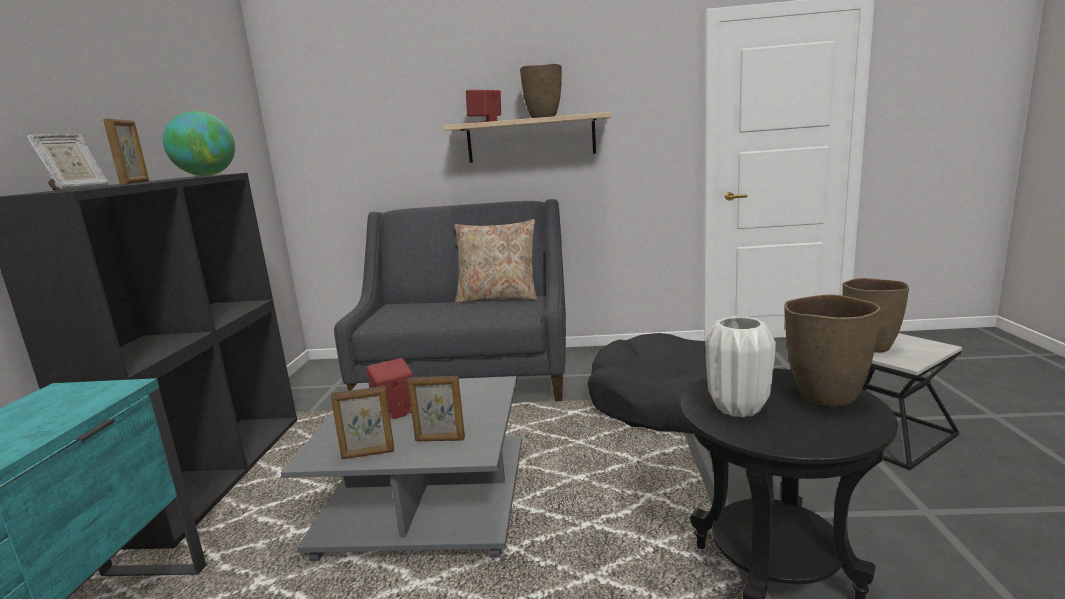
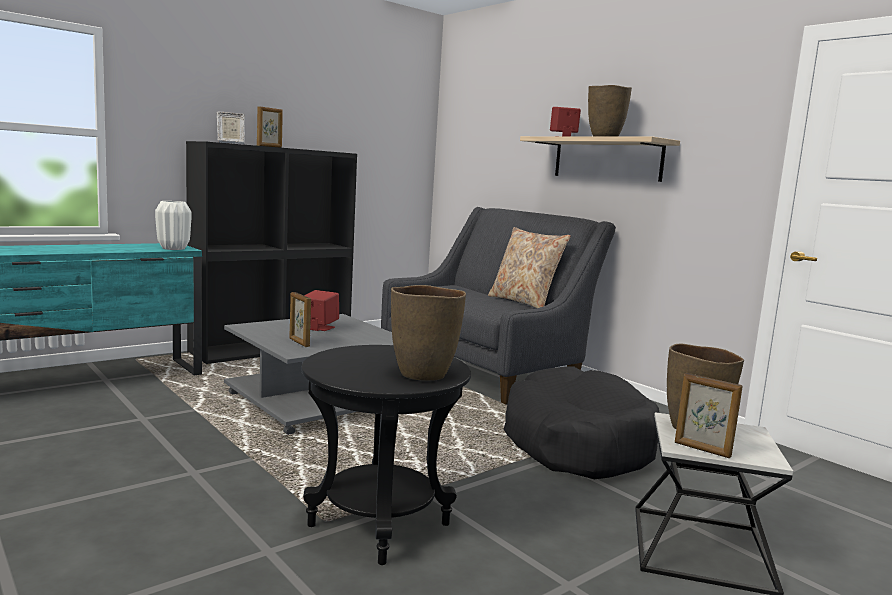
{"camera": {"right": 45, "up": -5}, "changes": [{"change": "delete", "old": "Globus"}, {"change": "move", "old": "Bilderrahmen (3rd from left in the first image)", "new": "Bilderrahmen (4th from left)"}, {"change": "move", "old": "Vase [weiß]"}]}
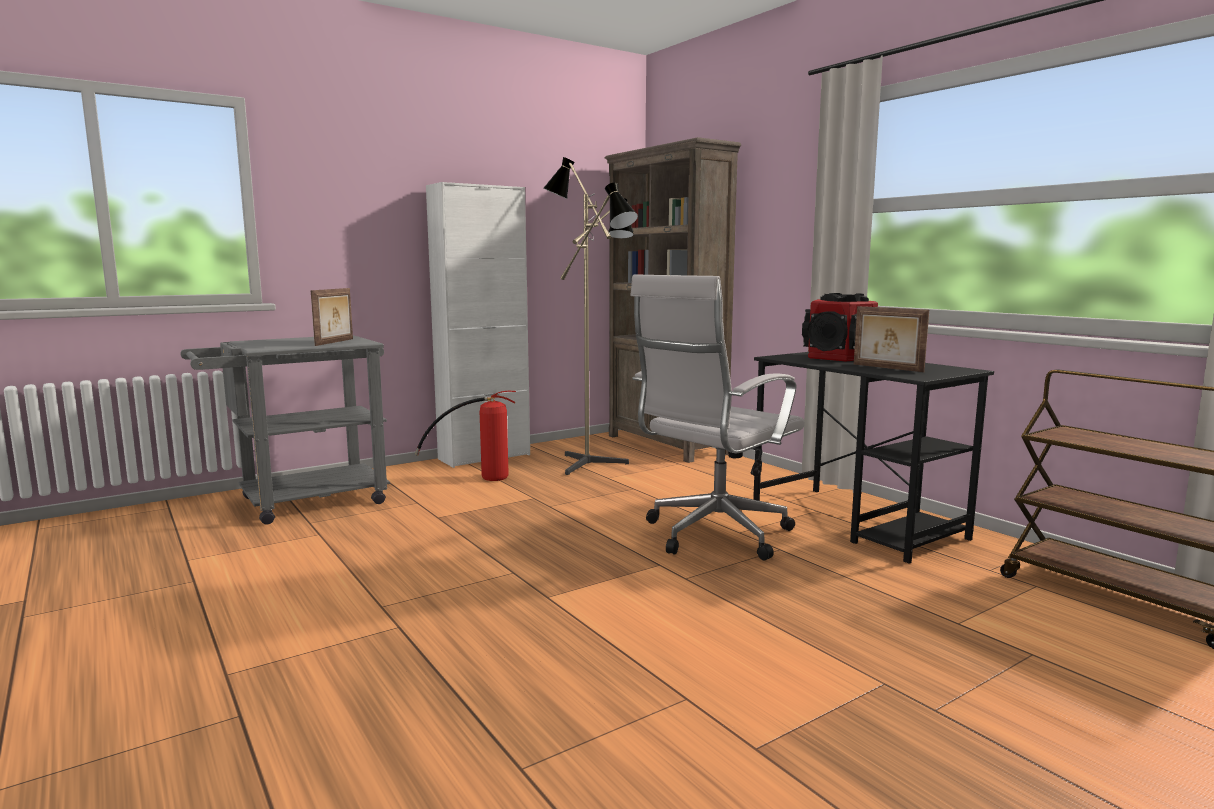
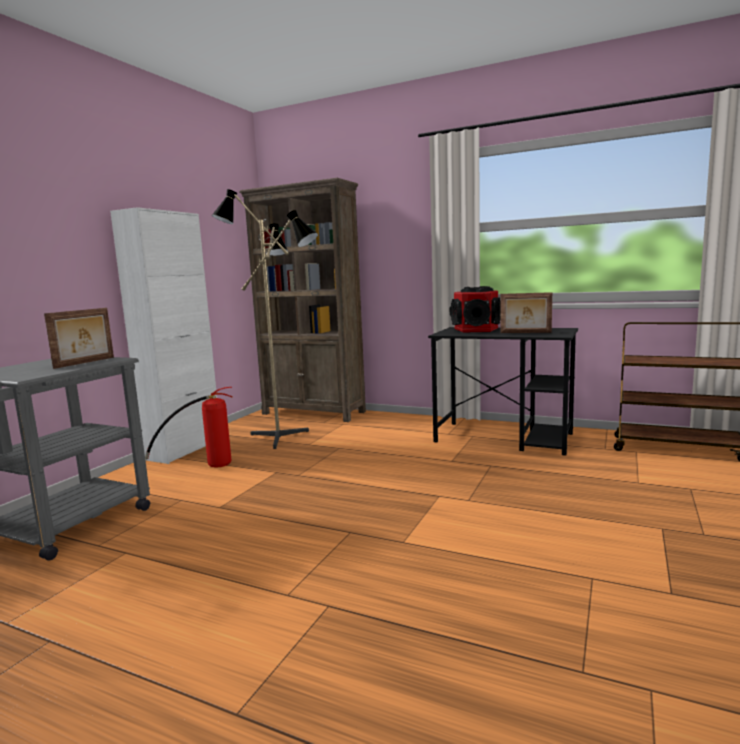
{"camera": {"right": -30, "up": 0}, "changes": [{"change": "delete", "old": "Bürostuhl [weiß]"}, {"change": "rotate", "old": "Bilderrahmen (1st from left)", "degrees": 45}]}
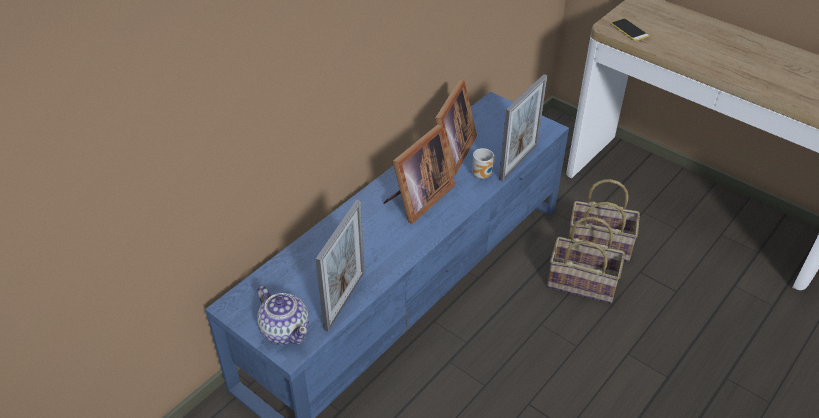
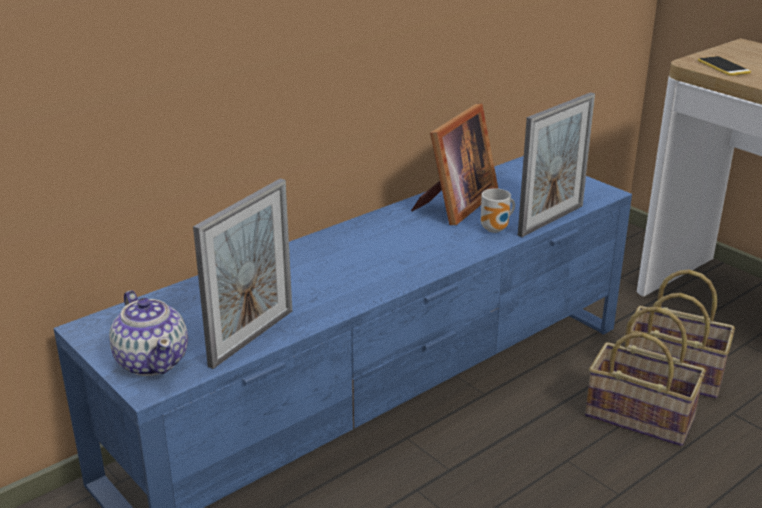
{"camera": {"right": 10, "up": -15}, "changes": [{"change": "delete", "old": "Bilderrahmen (2nd from left)"}]}
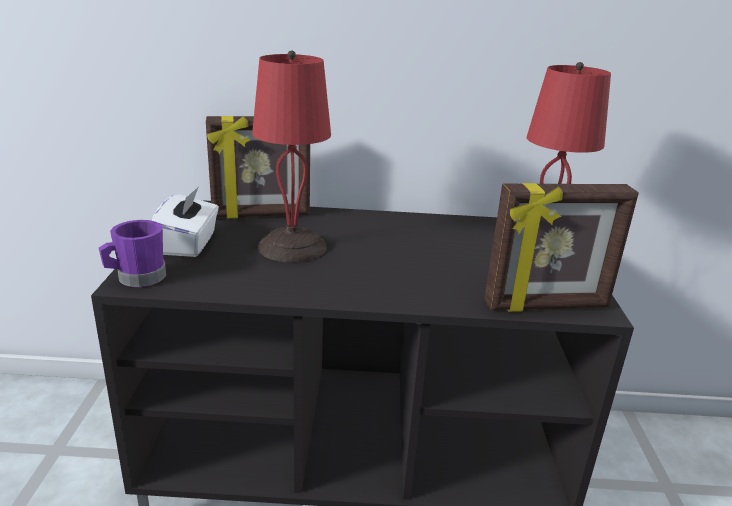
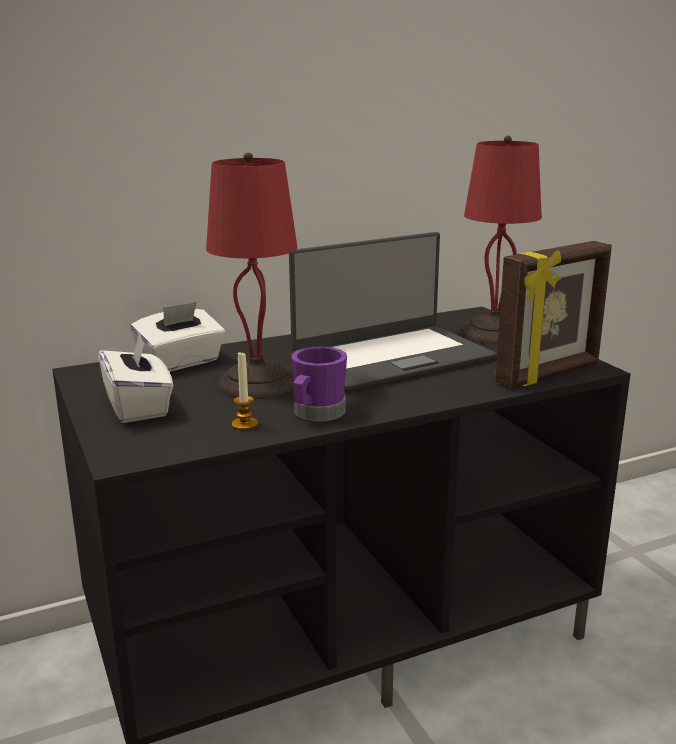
{"camera": {"right": -25, "up": -5}, "changes": [{"change": "insert", "new": "Kerze"}, {"change": "insert", "new": "Laptop"}, {"change": "move", "old": "Henkelbecher [lila]"}, {"change": "replace", "old": "Bilderrahmen (1st from left)", "new": "Taschentuchbox [weiß] (2nd from left)"}]}
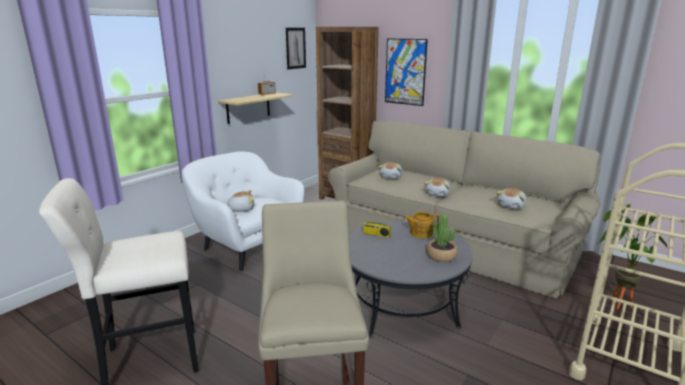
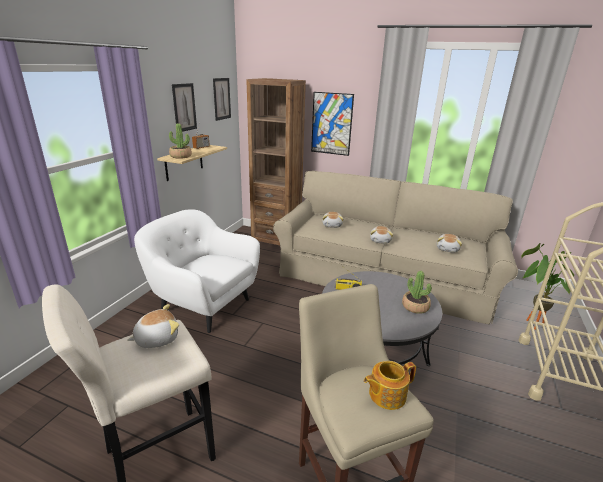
{"camera": {"right": -15, "up": 5}, "changes": [{"change": "insert", "new": "Topfpflanze (1st from left)"}, {"change": "insert", "new": "Bild (1st from left)"}, {"change": "move", "old": "Plüschtier (1st from left)"}, {"change": "move", "old": "Teekanne"}]}
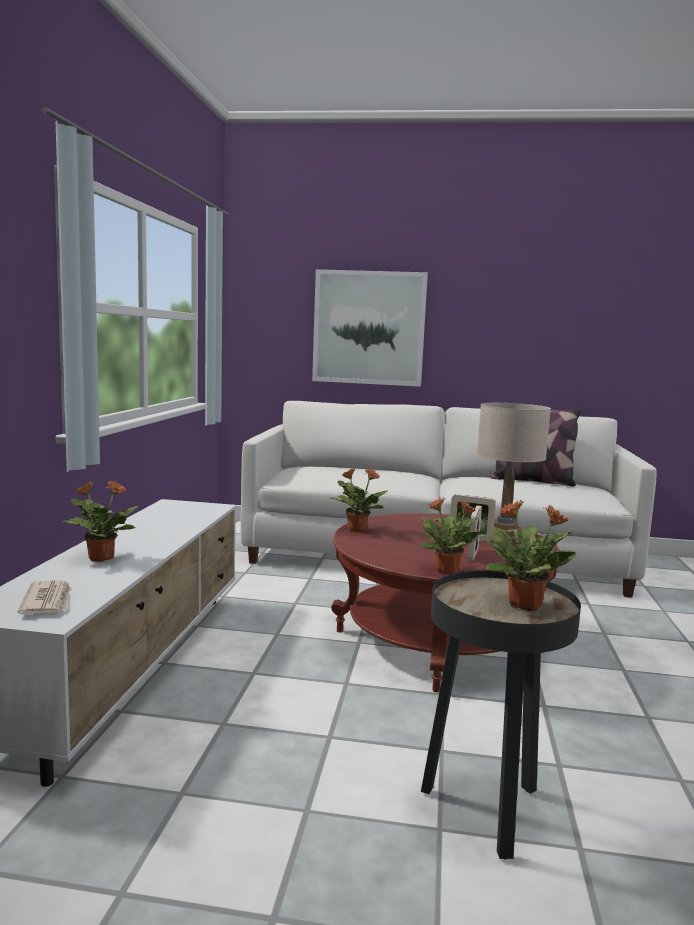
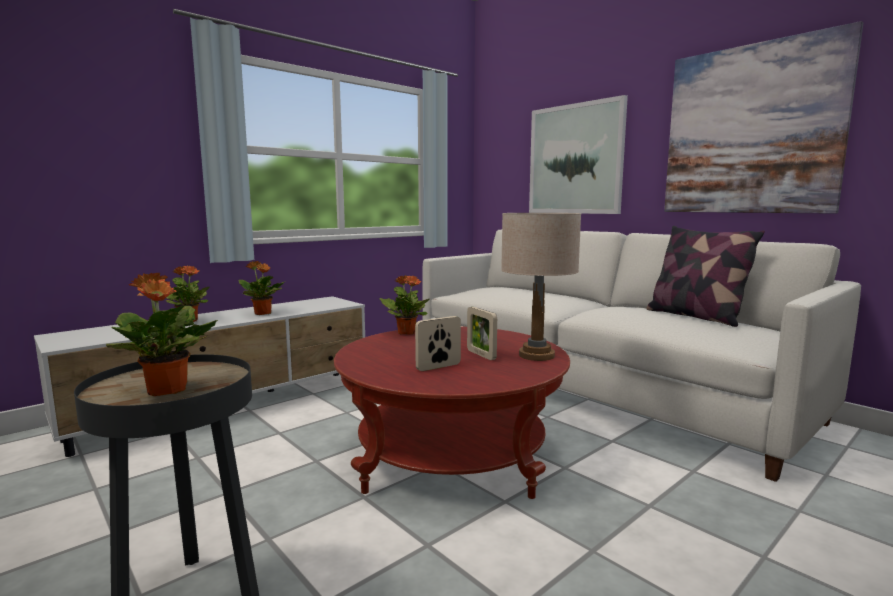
{"camera": {"right": 40, "up": 0}, "changes": [{"change": "delete", "old": "Zeitung"}, {"change": "insert", "new": "Bild (2nd from left)"}, {"change": "move", "old": "Topfpflanze (3rd from left)"}]}
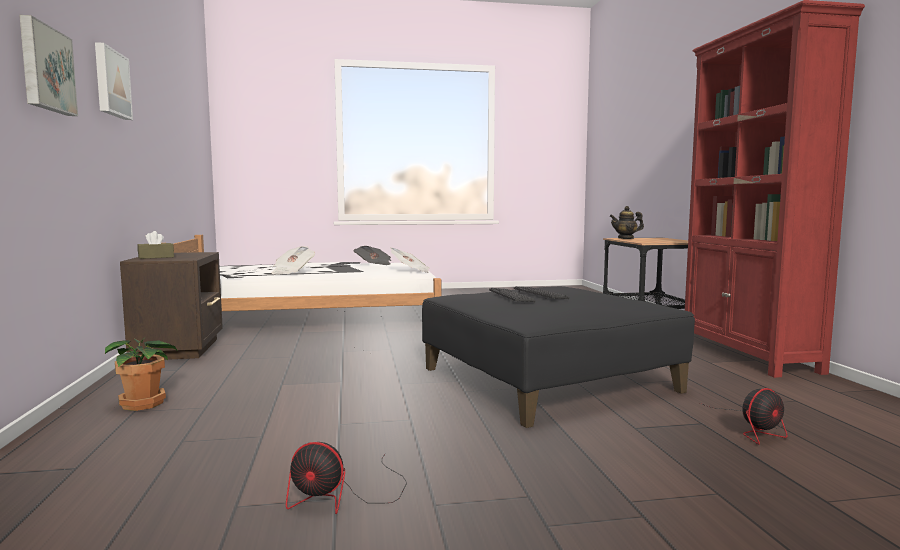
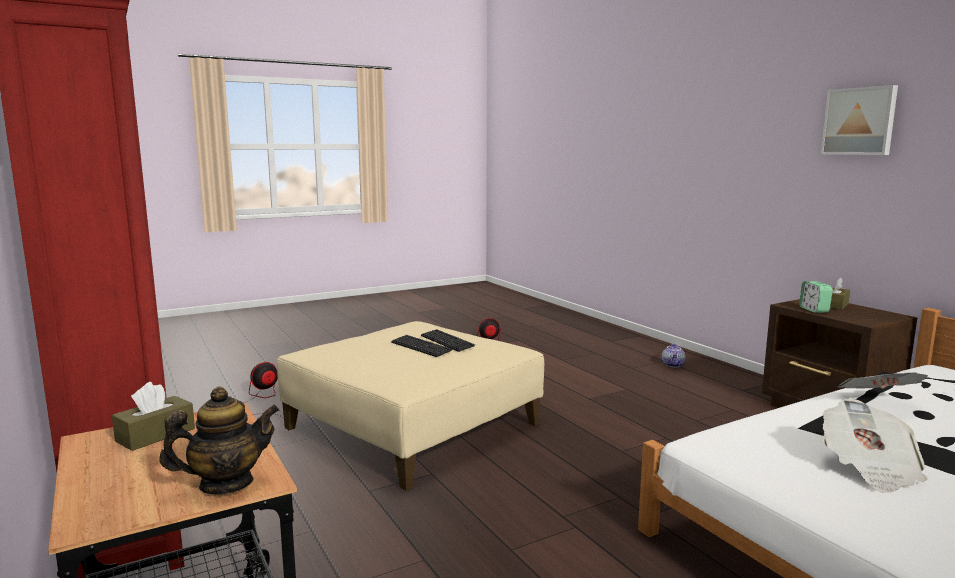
{"camera": {"right": 160, "up": 5}, "changes": [{"change": "delete", "old": "Bild (1st from left)"}, {"change": "delete", "old": "Zeitung (3rd from left)"}, {"change": "insert", "new": "Taschentuchbox [braun] (1st from left)"}, {"change": "insert", "new": "Wecker"}, {"change": "replace", "old": "Topfpflanze", "new": "Teekanne (2nd from left)"}, {"change": "recolor", "old": "Polsterhocker [schwarz]", "new": "Polsterhocker [beige]"}]}
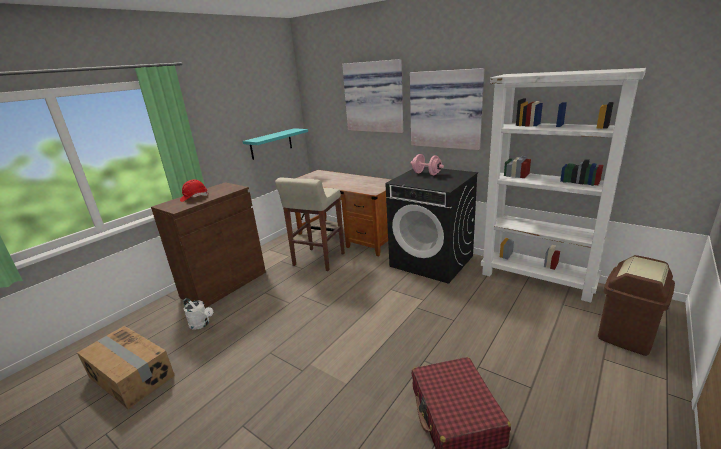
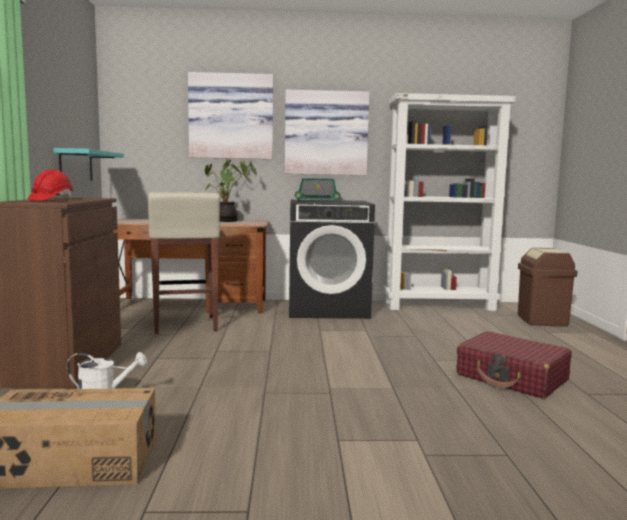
{"camera": {"right": -40, "up": -15}, "changes": [{"change": "insert", "new": "Topfpflanze"}, {"change": "replace", "old": "Hantel [rosa]", "new": "Radio"}]}
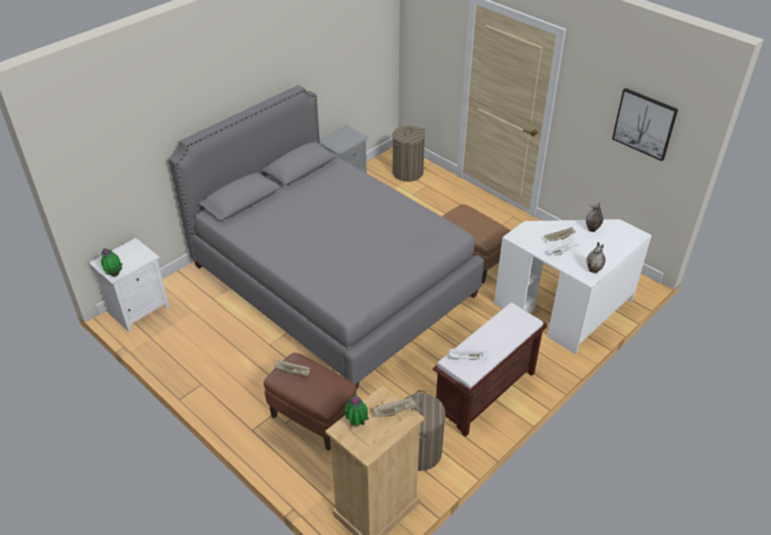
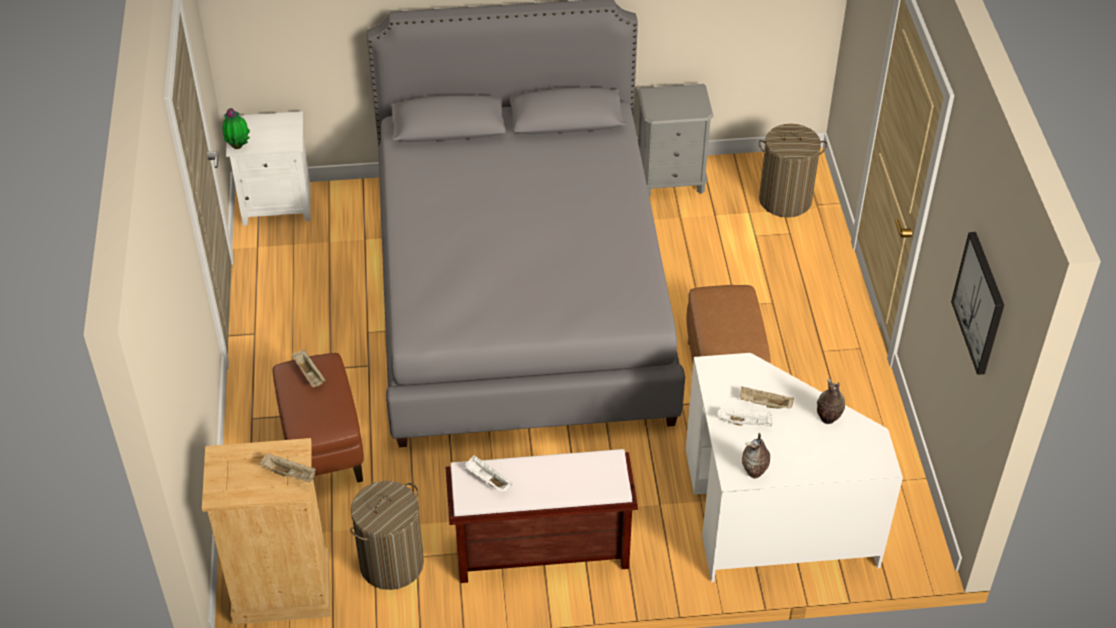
{"camera": {"right": 40, "up": 5}, "changes": [{"change": "delete", "old": "Topfpflanze (2nd from left)"}]}
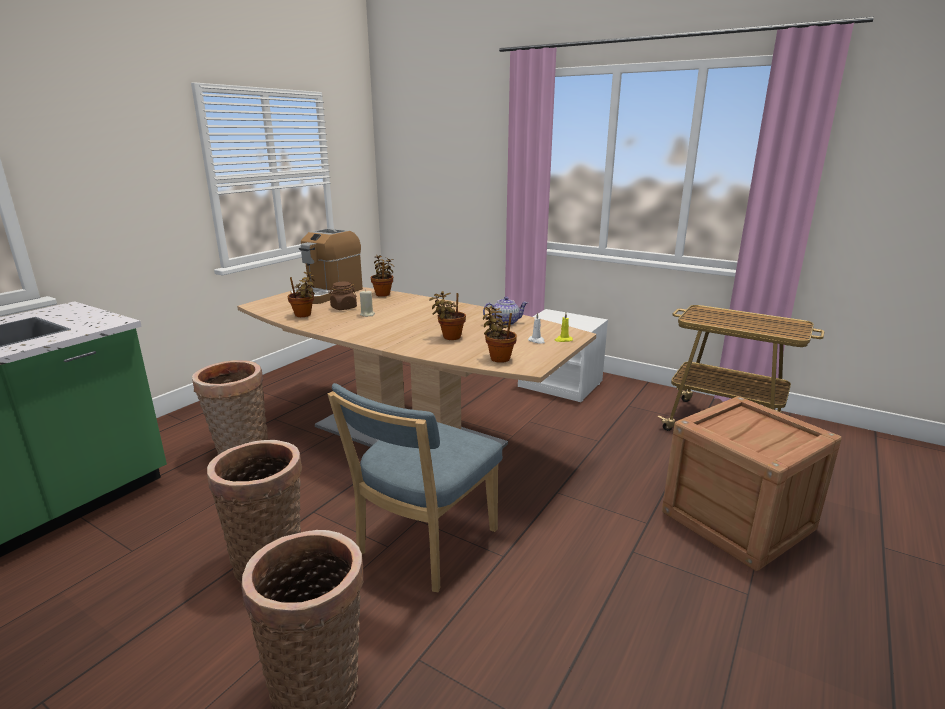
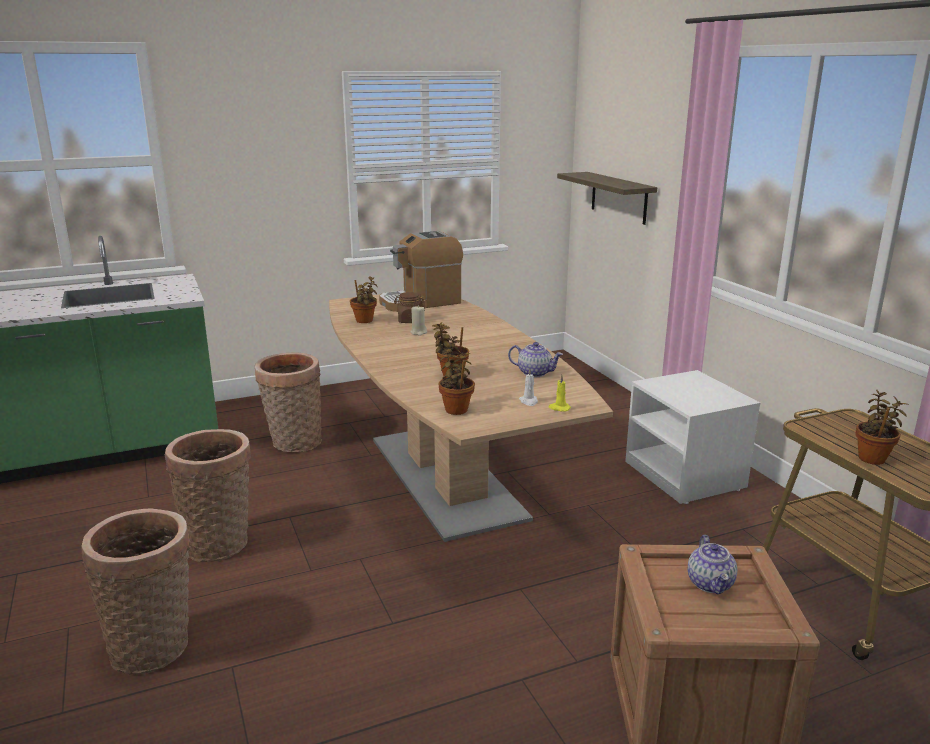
{"camera": {"right": 35, "up": 0}, "changes": [{"change": "delete", "old": "Stuhl [blau]"}, {"change": "insert", "new": "Wandregal"}, {"change": "insert", "new": "Teekanne (2nd from left)"}, {"change": "move", "old": "Topfpflanze (2nd from left in the first image)", "new": "Topfpflanze (4th from left)"}]}
